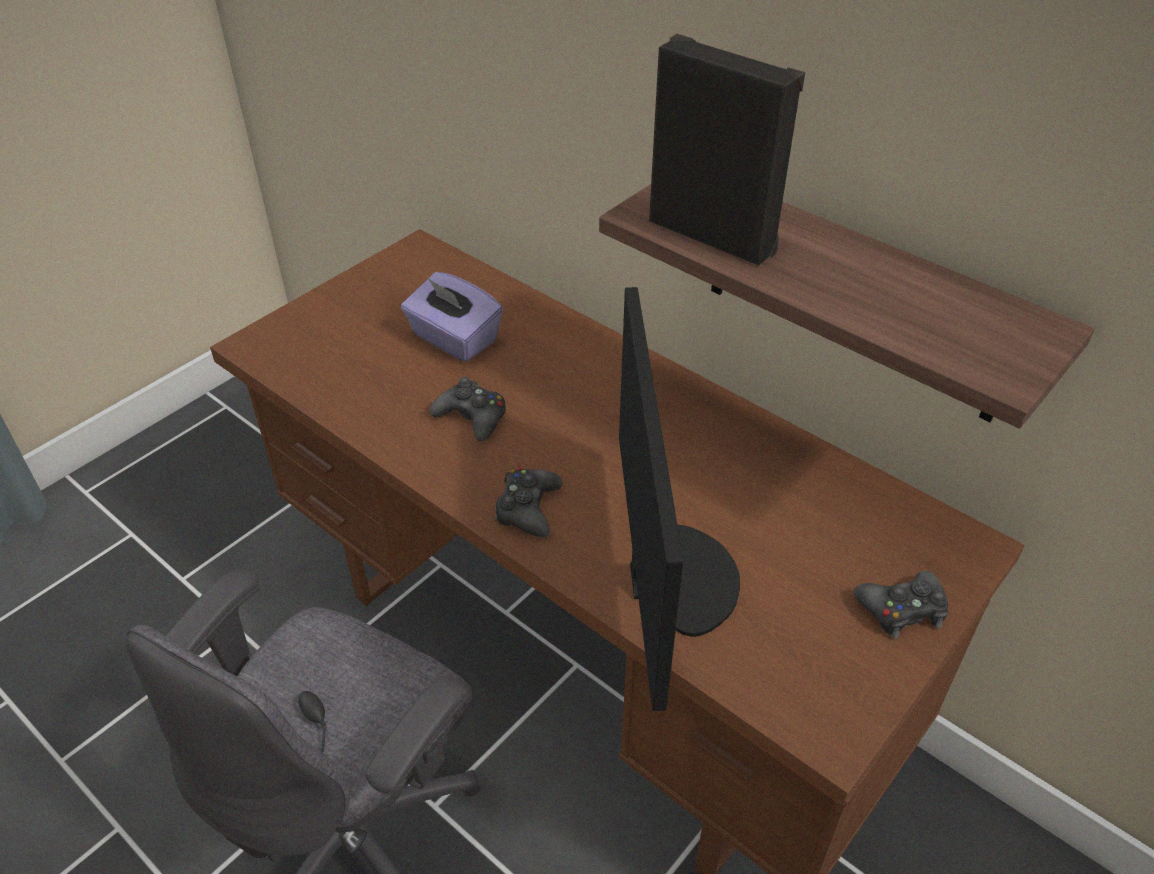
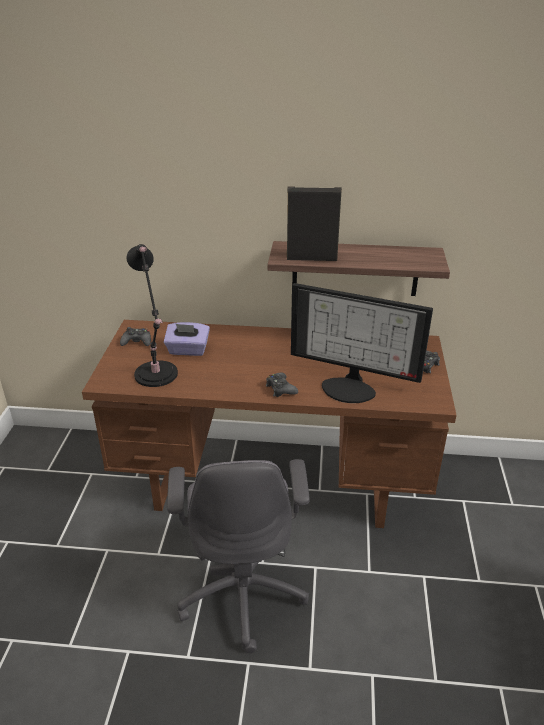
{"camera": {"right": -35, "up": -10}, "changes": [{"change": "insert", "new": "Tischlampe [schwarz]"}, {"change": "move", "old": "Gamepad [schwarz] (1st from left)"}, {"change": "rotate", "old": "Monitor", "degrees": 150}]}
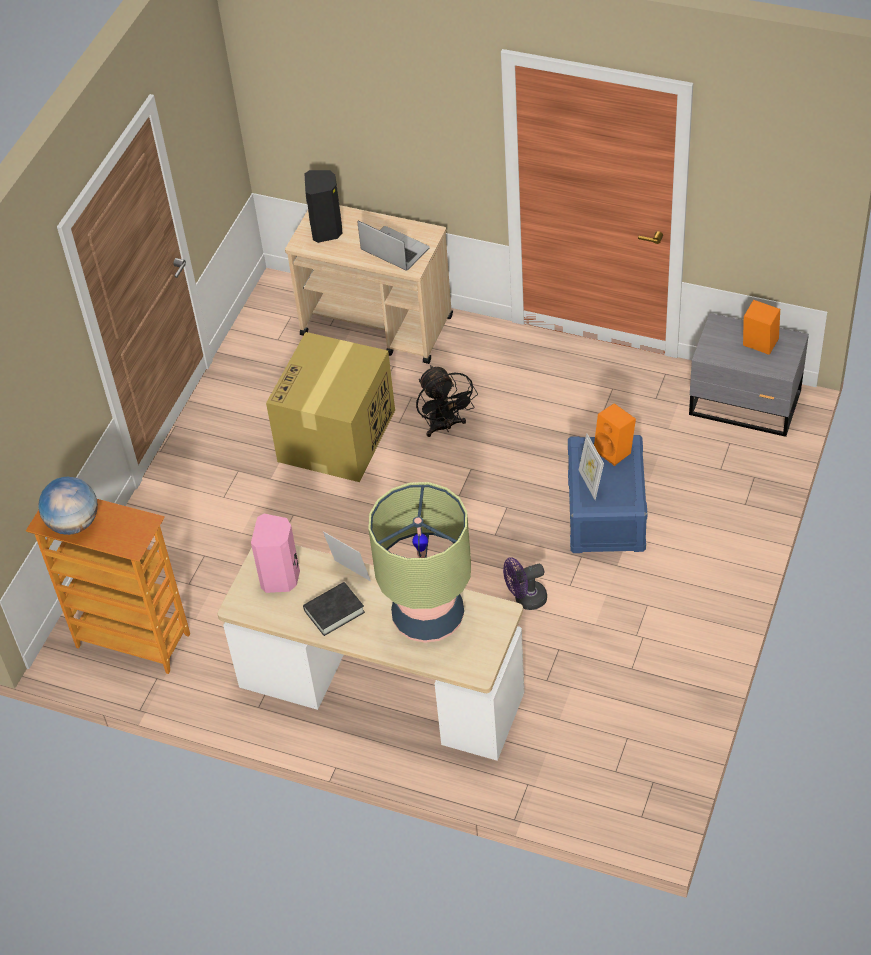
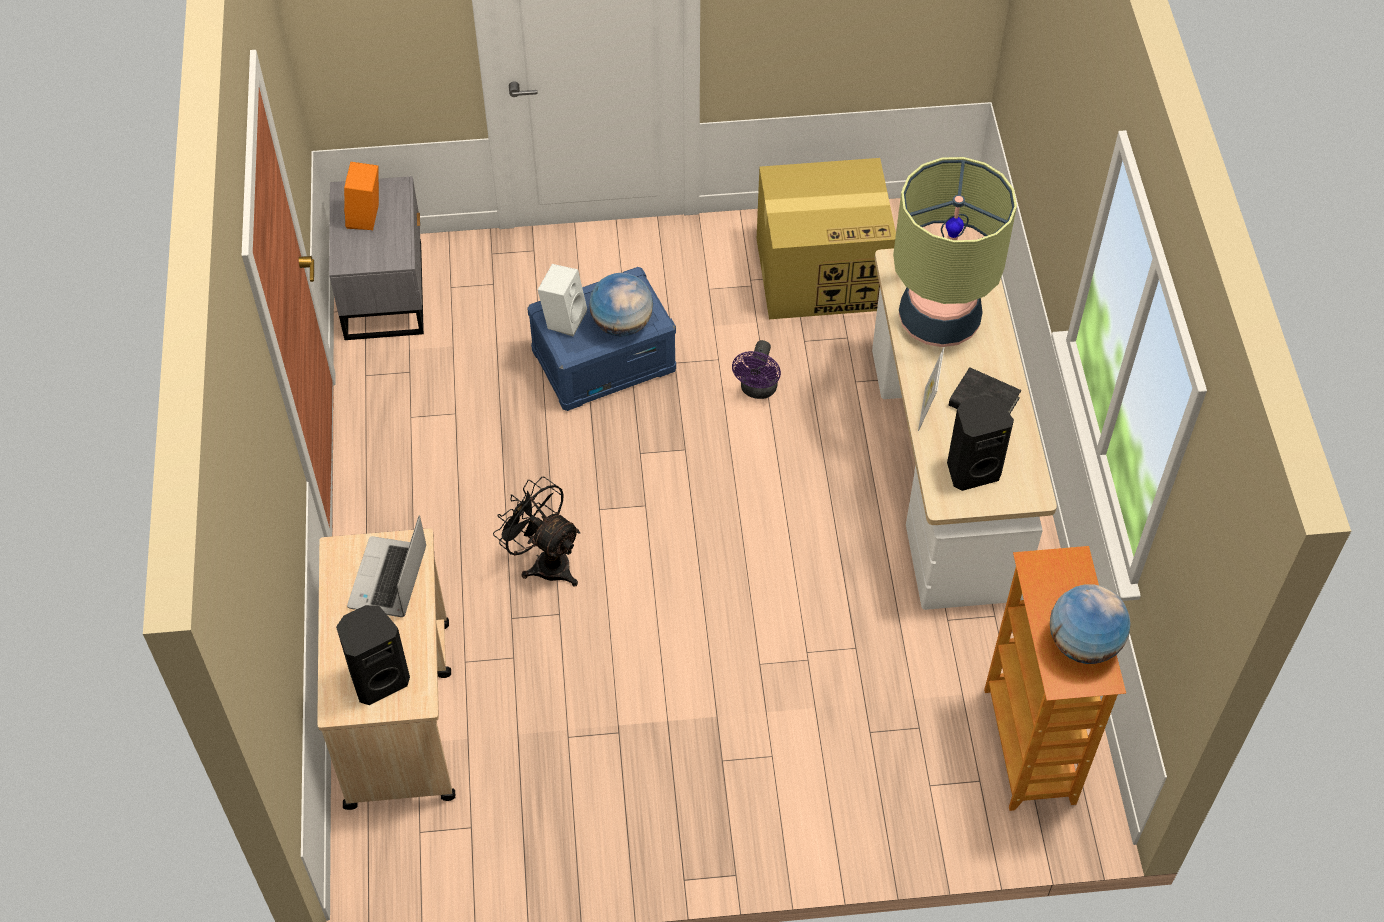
{"camera": {"right": -120, "up": 5}, "changes": [{"change": "move", "old": "Karton"}, {"change": "replace", "old": "Bilderrahmen (2nd from left)", "new": "Globus (1st from left)"}, {"change": "recolor", "old": "Lautsprecher [rosa]", "new": "Lautsprecher [schwarz] (2nd from left)"}, {"change": "recolor", "old": "Lautsprecher [orange] (1st from left)", "new": "Lautsprecher [weiß]"}, {"change": "rotate", "old": "Ventilator [schwarz]", "degrees": -90}, {"change": "rotate", "old": "Ventilator [lila]", "degrees": 60}]}
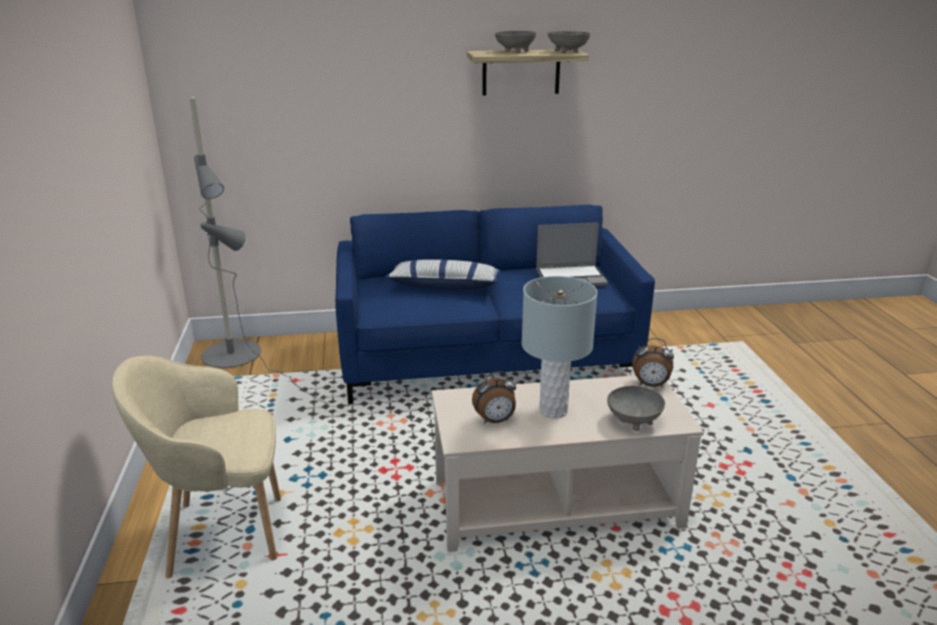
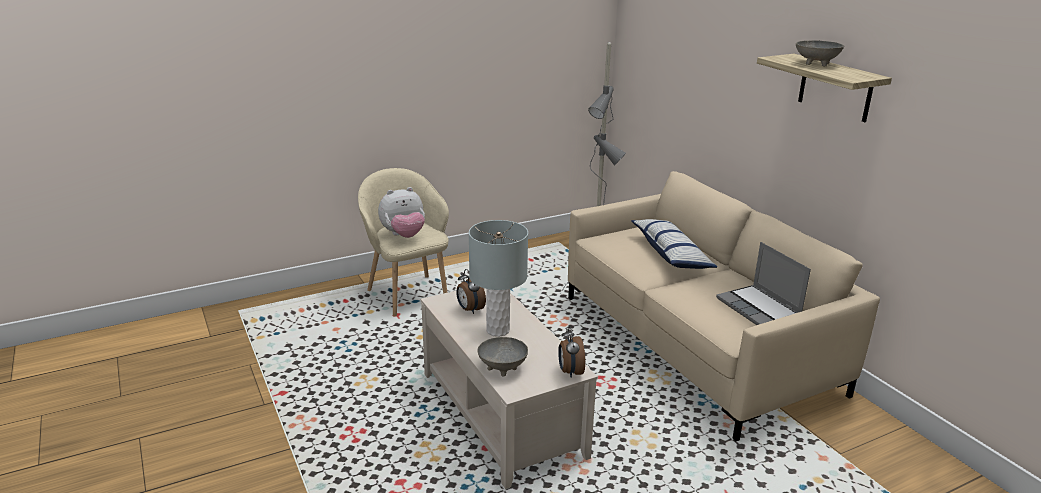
{"camera": {"right": 70, "up": 0}, "changes": [{"change": "delete", "old": "Schüssel [grau] (2nd from left)"}, {"change": "insert", "new": "Plüschtier"}, {"change": "recolor", "old": "Sofa [blau]", "new": "Sofa [beige]"}]}
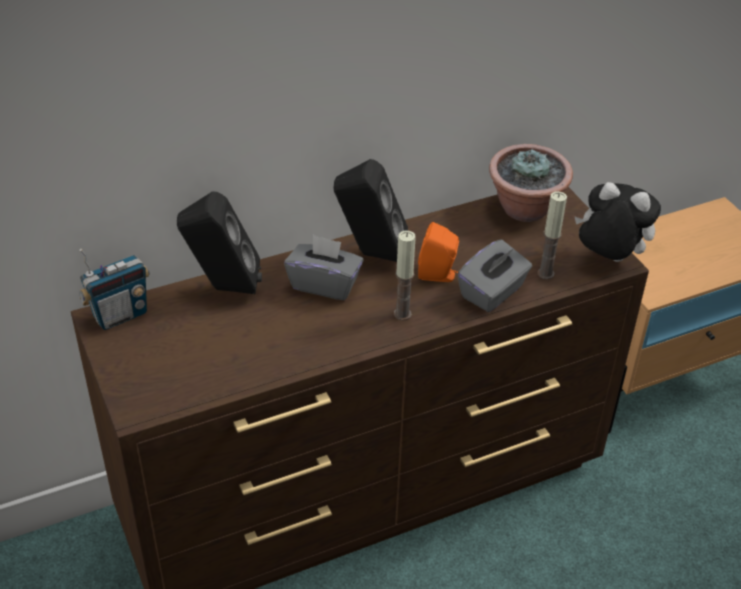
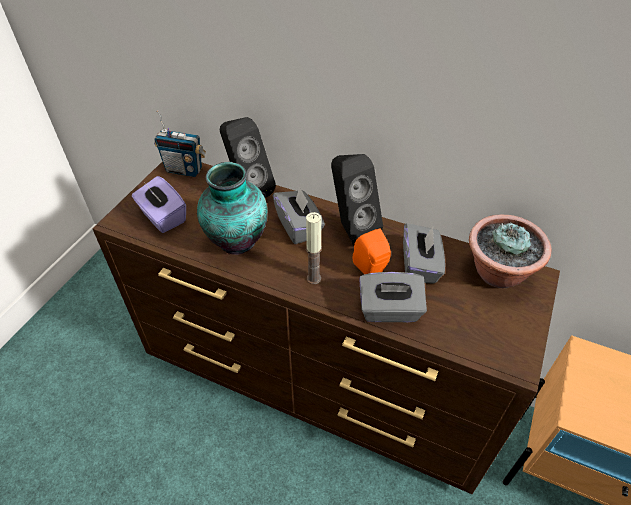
{"camera": {"right": 50, "up": 5}, "changes": [{"change": "delete", "old": "Kerze (2nd from left)"}, {"change": "delete", "old": "Plüschtier"}, {"change": "insert", "new": "Taschentuchbox [lila]"}, {"change": "insert", "new": "Vase"}, {"change": "insert", "new": "Taschentuchbox [grau] (3rd from left)"}]}
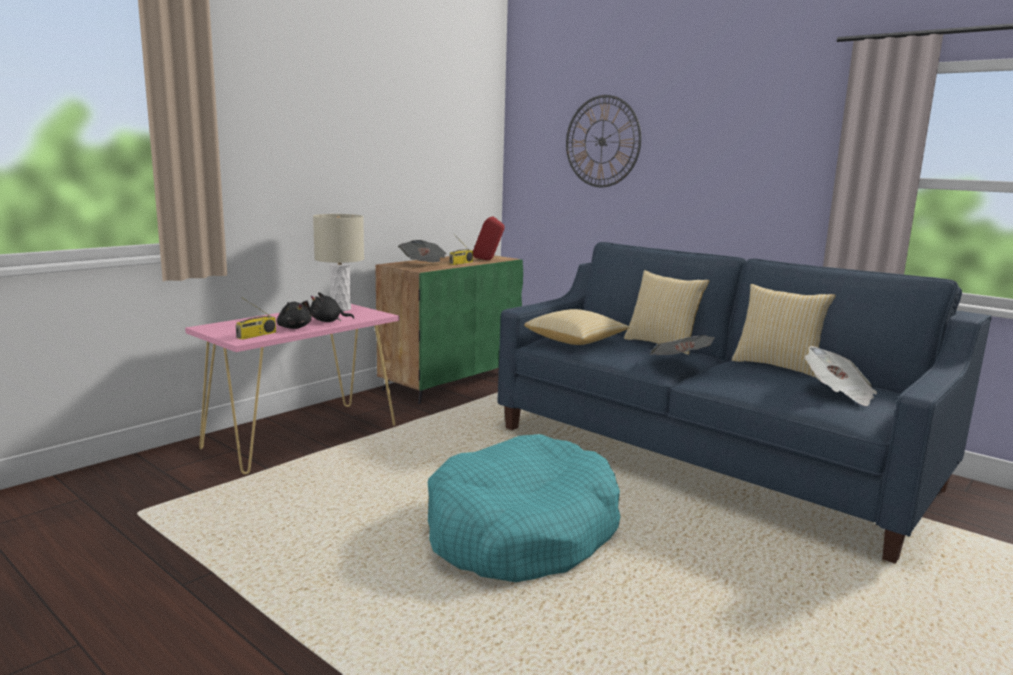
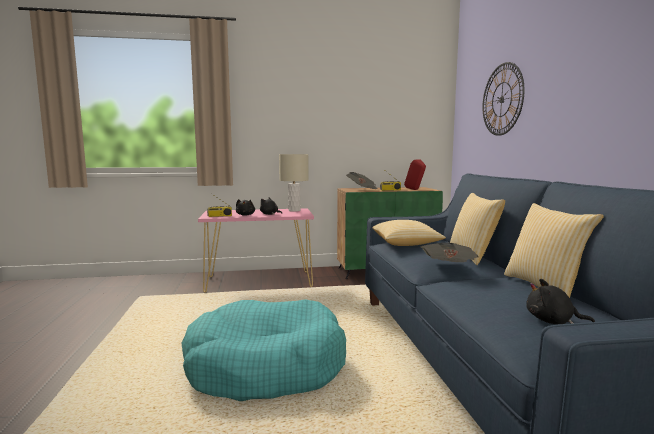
{"camera": {"right": 40, "up": -5}, "changes": [{"change": "replace", "old": "Zeitung (3rd from left)", "new": "Plüschtier [schwarz] (3rd from left)"}]}
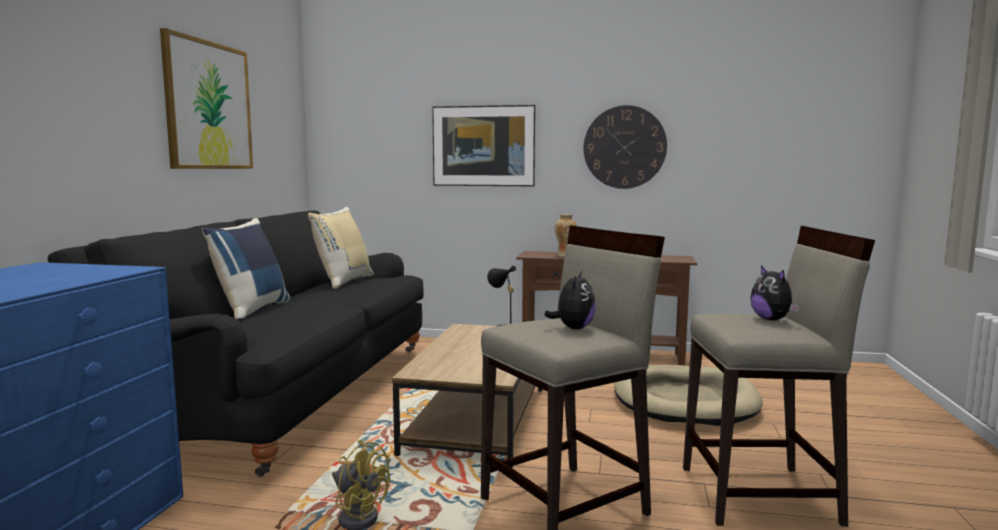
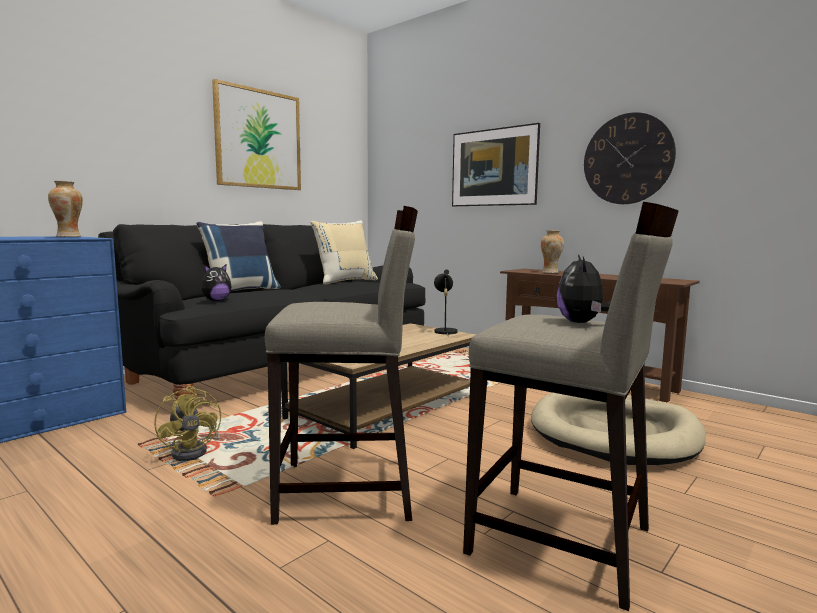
{"camera": {"right": 30, "up": 0}, "changes": [{"change": "insert", "new": "Vase (1st from left)"}, {"change": "move", "old": "Plüschtier (1st from left)"}]}
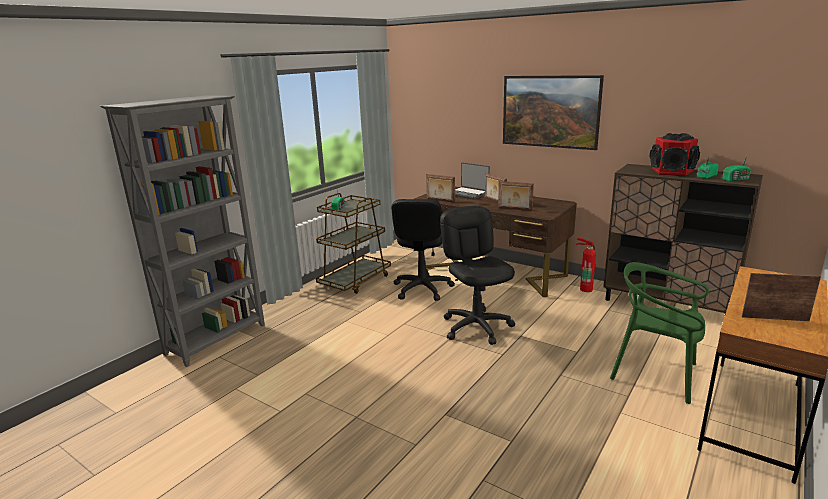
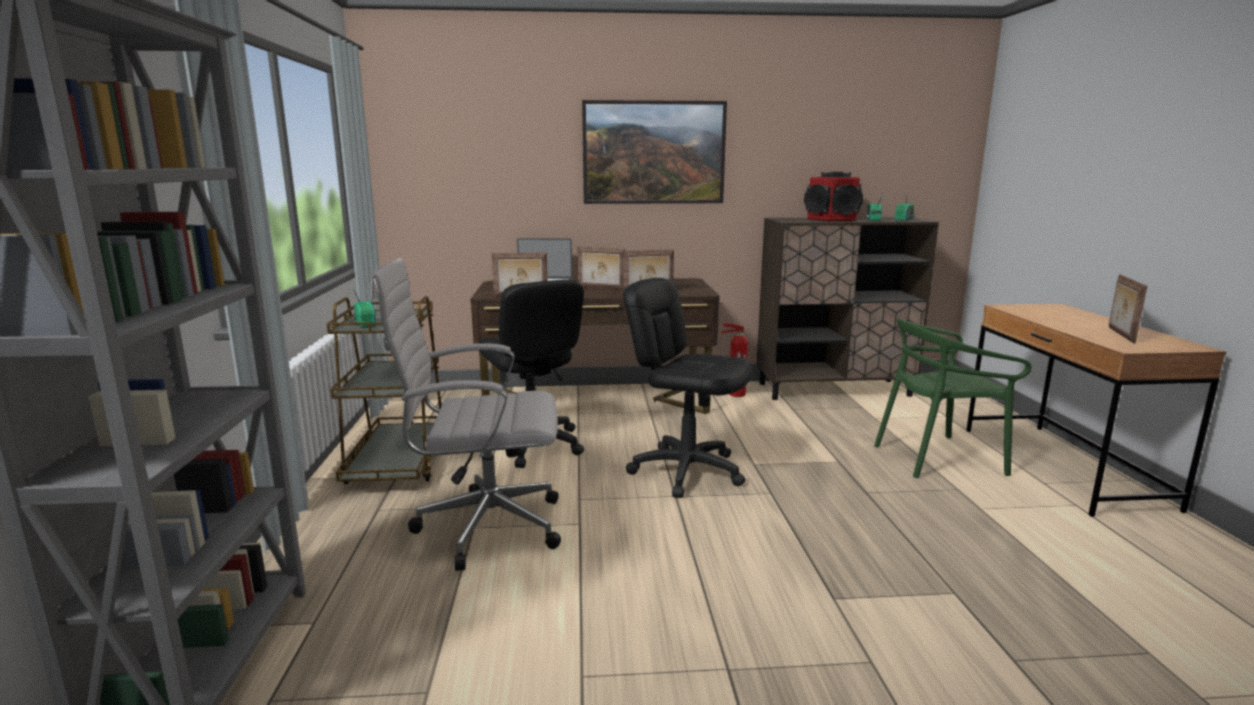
{"camera": {"right": -40, "up": -5}, "changes": [{"change": "insert", "new": "Bürostuhl [weiß]"}, {"change": "rotate", "old": "Bilderrahmen (4th from left)", "degrees": -45}]}
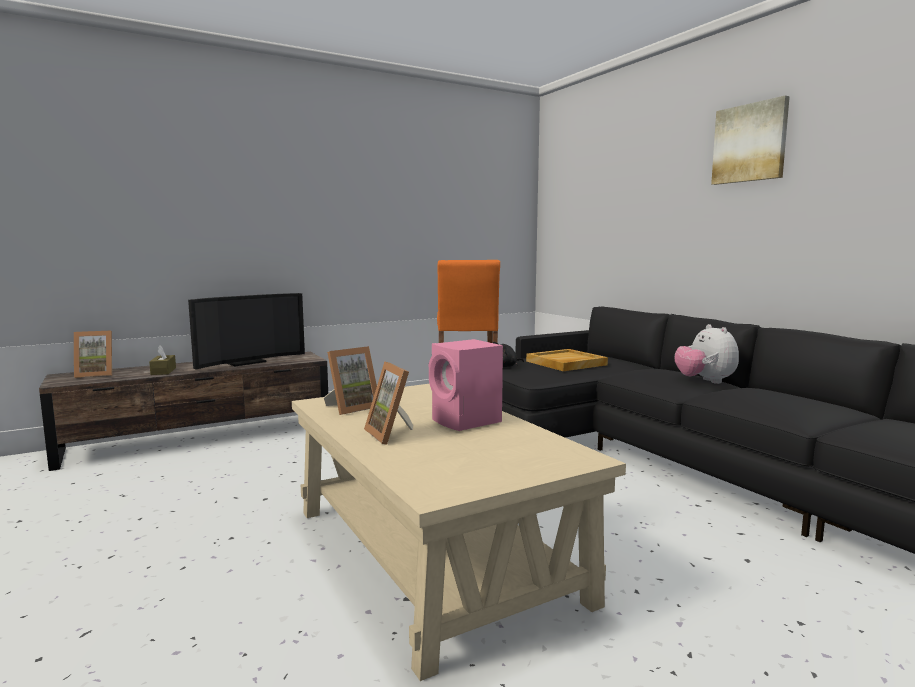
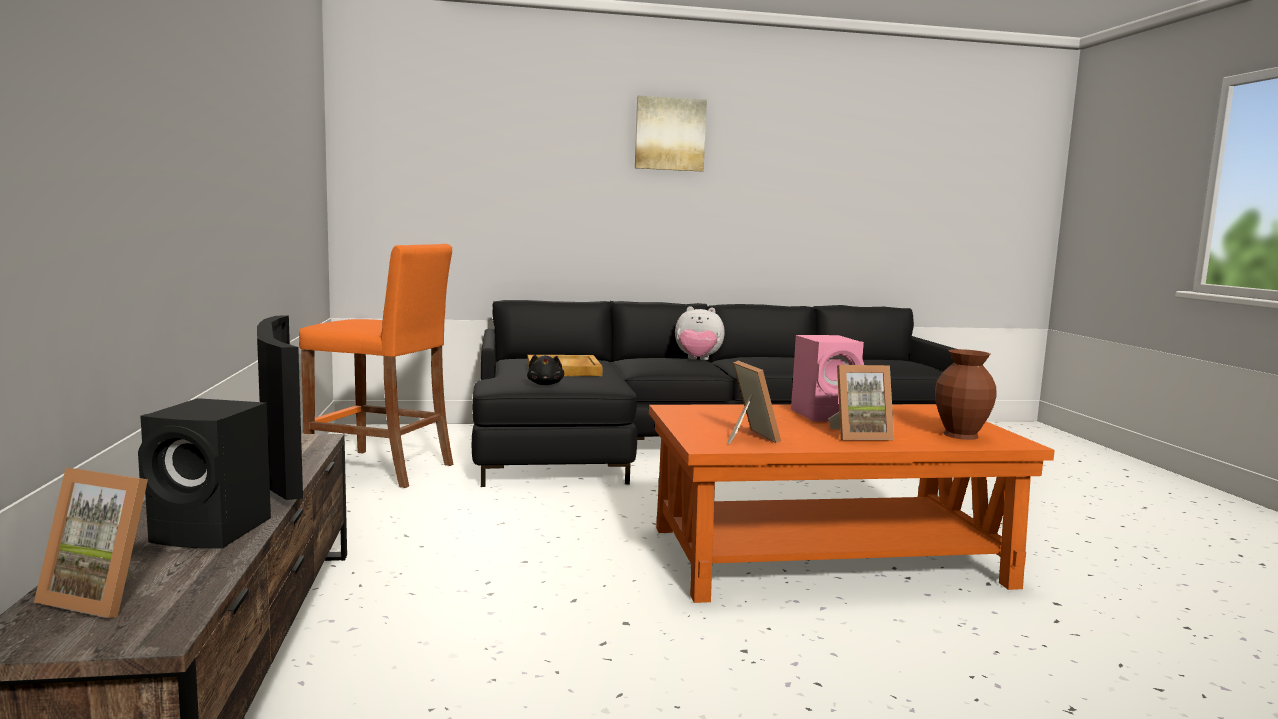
{"camera": {"right": -70, "up": 0}, "changes": [{"change": "insert", "new": "Vase [braun]"}, {"change": "replace", "old": "Taschentuchbox [braun]", "new": "Lautsprecher [schwarz]"}, {"change": "recolor", "old": "Couchtisch [beige]", "new": "Couchtisch [orange]"}, {"change": "rotate", "old": "Bilderrahmen (1st from left)", "degrees": 105}]}
